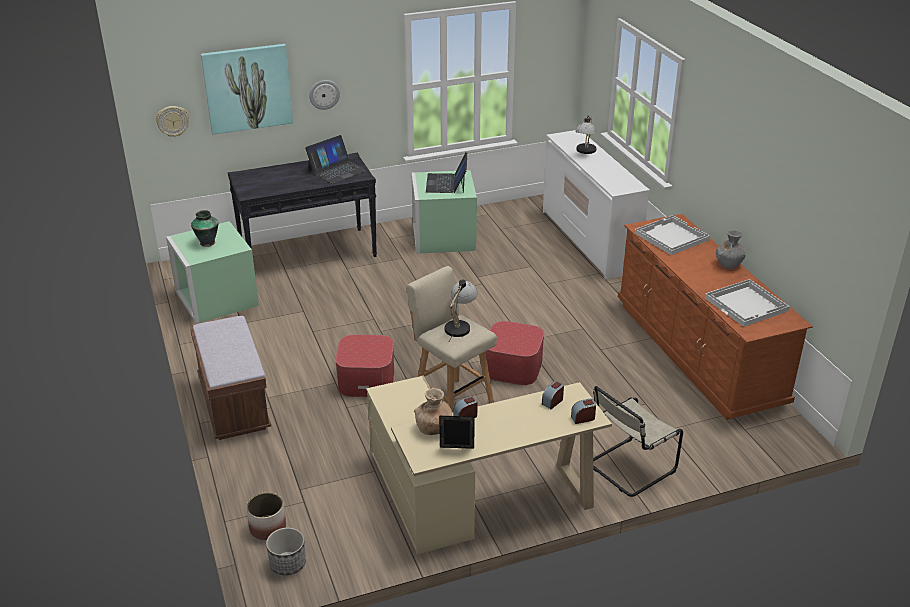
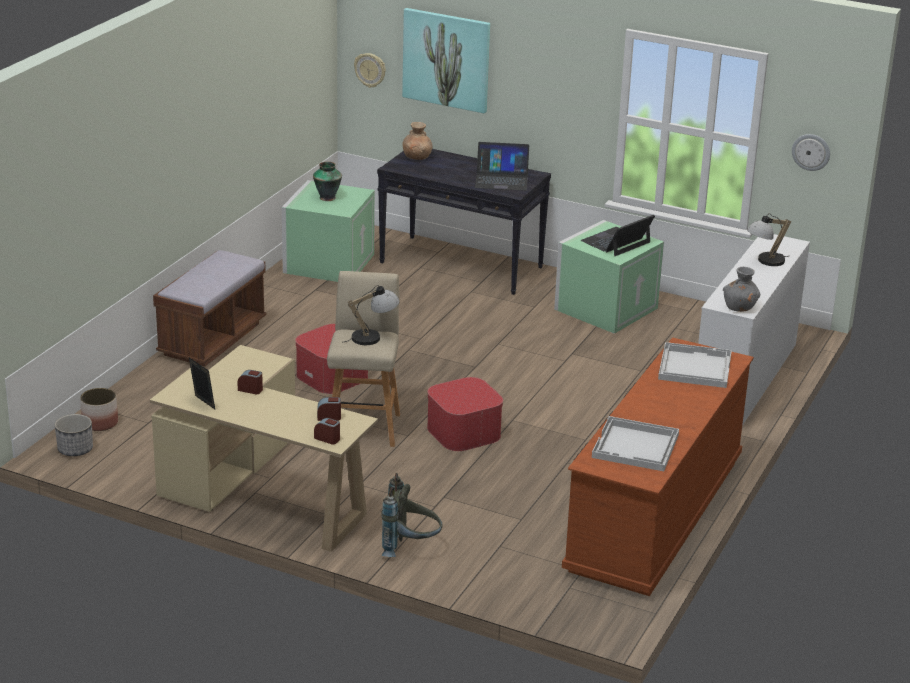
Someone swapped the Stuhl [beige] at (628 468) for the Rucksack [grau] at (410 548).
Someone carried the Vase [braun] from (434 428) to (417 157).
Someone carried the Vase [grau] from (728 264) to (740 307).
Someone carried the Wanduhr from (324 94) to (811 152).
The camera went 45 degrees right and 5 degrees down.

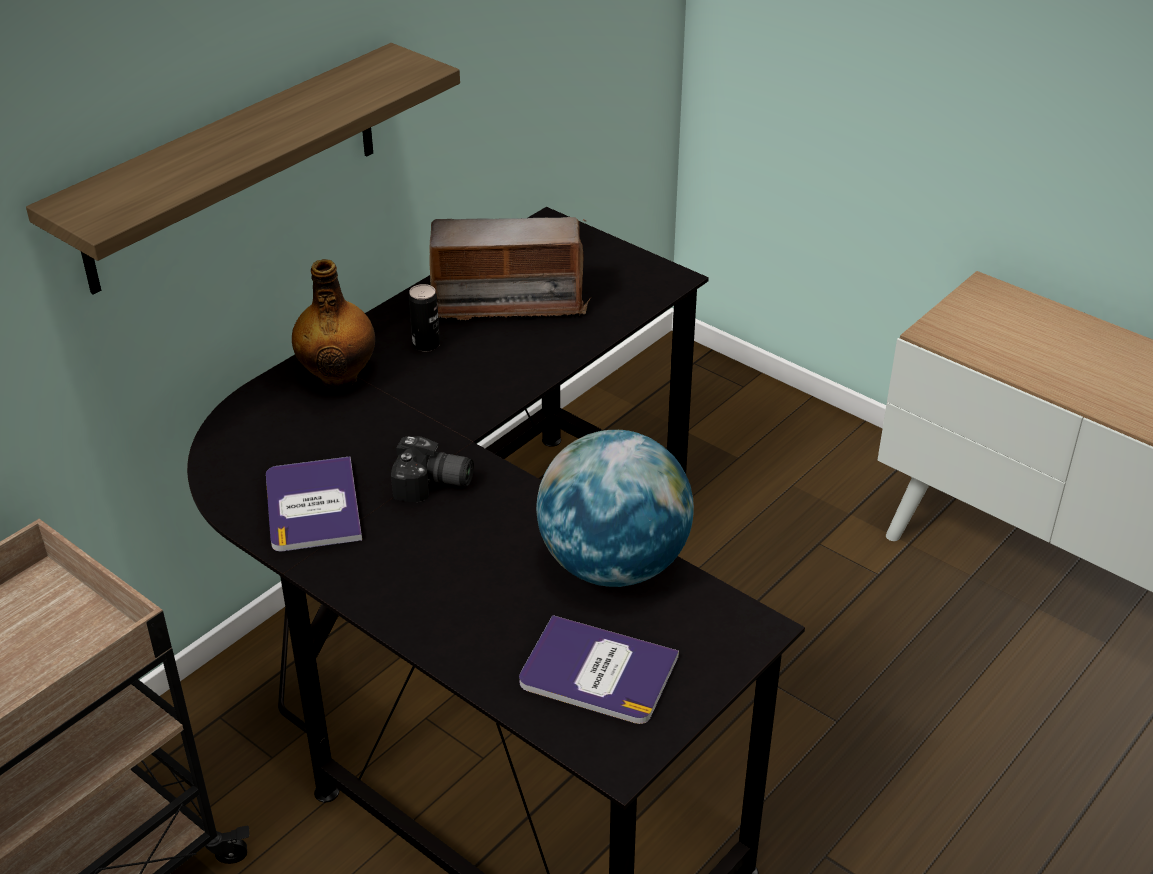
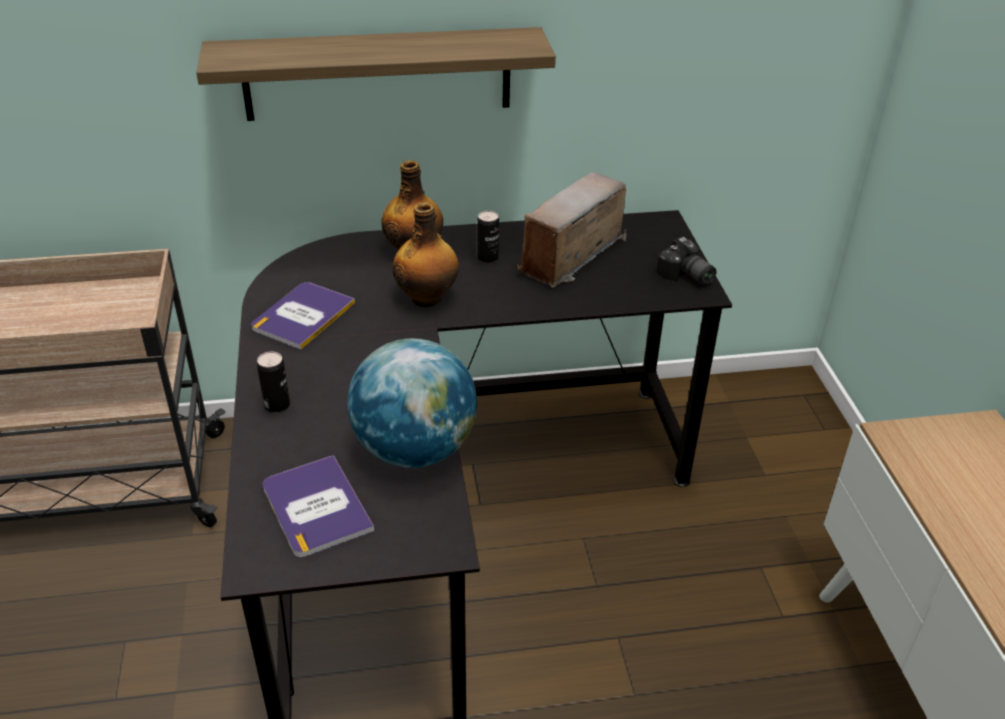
Someone put down the Dose at (277 405).
Someone put down the Flasche at (427 298).
Someone rotated the Radio at (508 302) by 90 degrees clockwise.
Someone carried the Kamera from (433 485) to (685 276).
The camera went 40 degrees right and 0 degrees up.

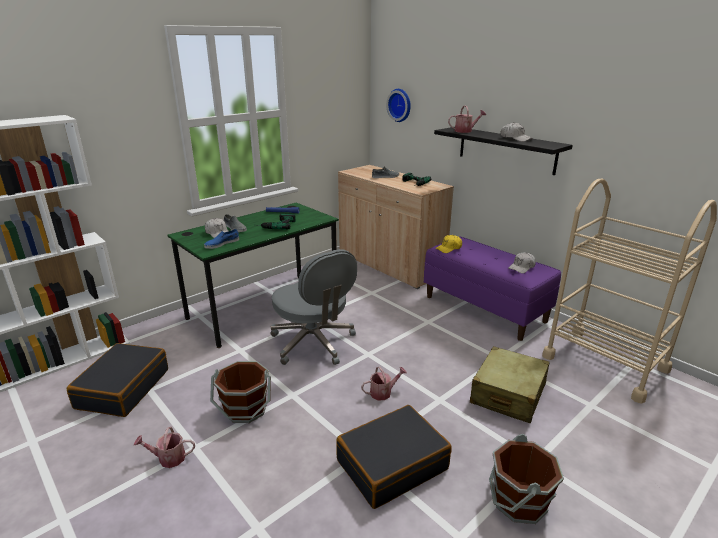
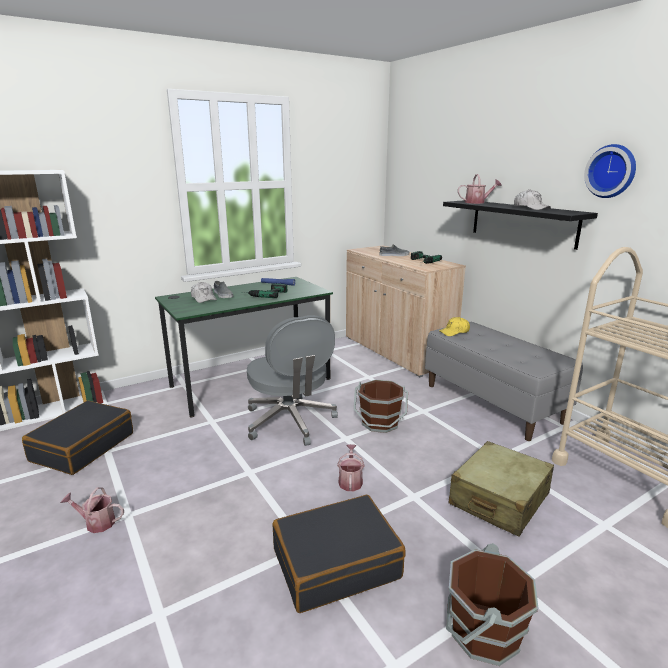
Someone rotated the Gießkanne at (383 392) by 75 degrees counterclockwise.
Someone carried the Eimer [braun] from (245 409) to (380 423).
Someone repainted the Bank [lila] at (485 309), which became the Bank [grau] at (493 403).
Someone carried the Wanduhr from (400 105) to (611 171).
Someone took away the Schuh [blau] at (221 244).
Someone took away the Kappe [weiß] at (522 267).
The camera went 10 degrees right and 5 degrees down.

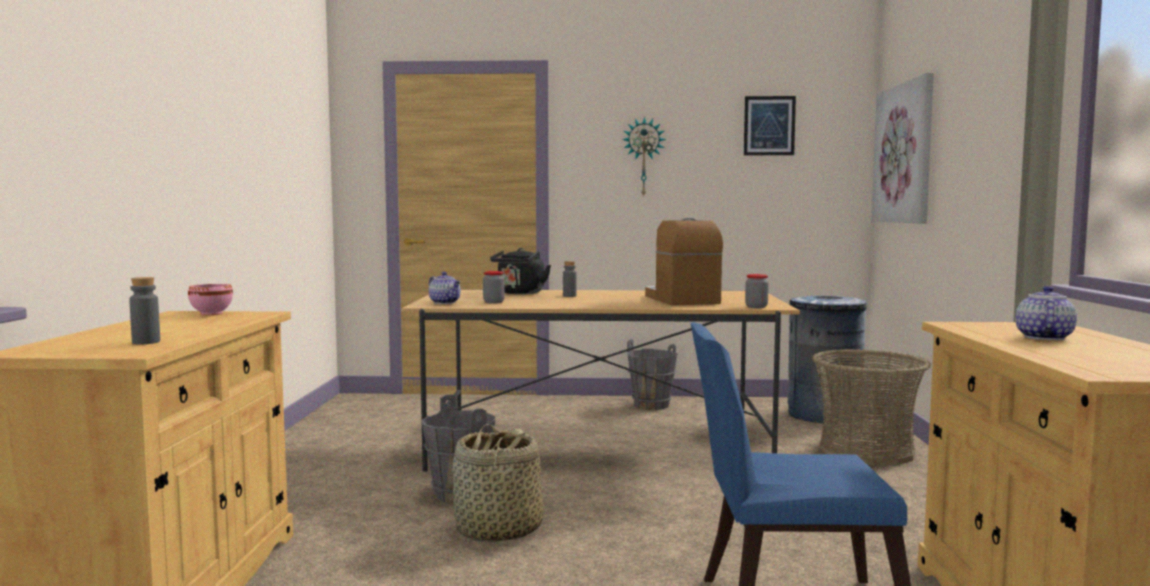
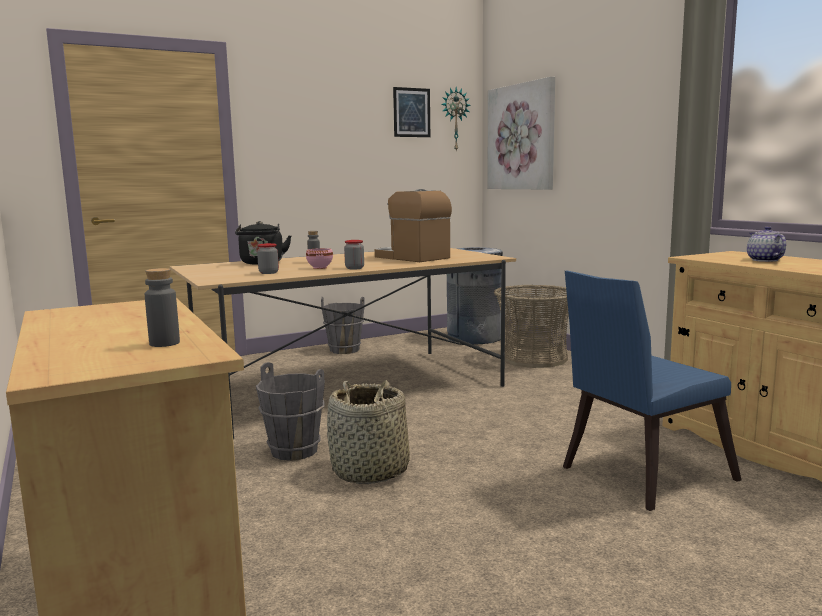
Someone carried the Schüssel [rosa] from (213 314) to (320 268).
Someone carried the Vorratsglas from (756 307) to (354 268).
Someone carried the Wanduhr from (643 157) to (454 119).
Someone took away the Teekanne at (445 302).
The camera went 30 degrees left and 5 degrees up.

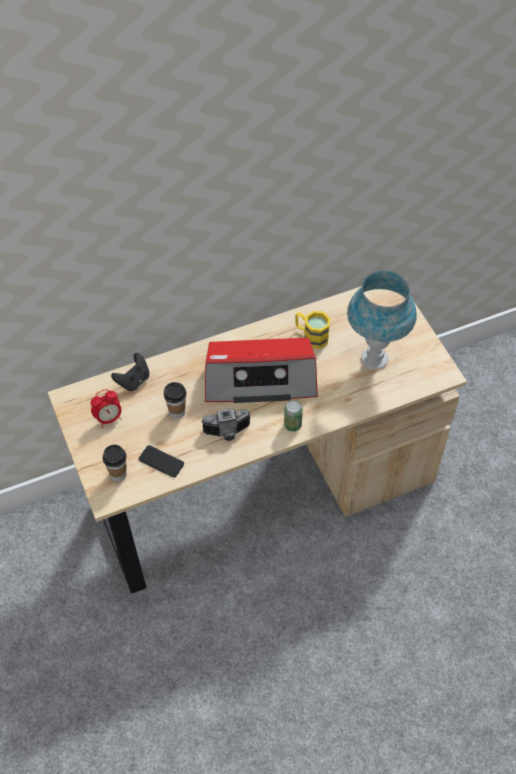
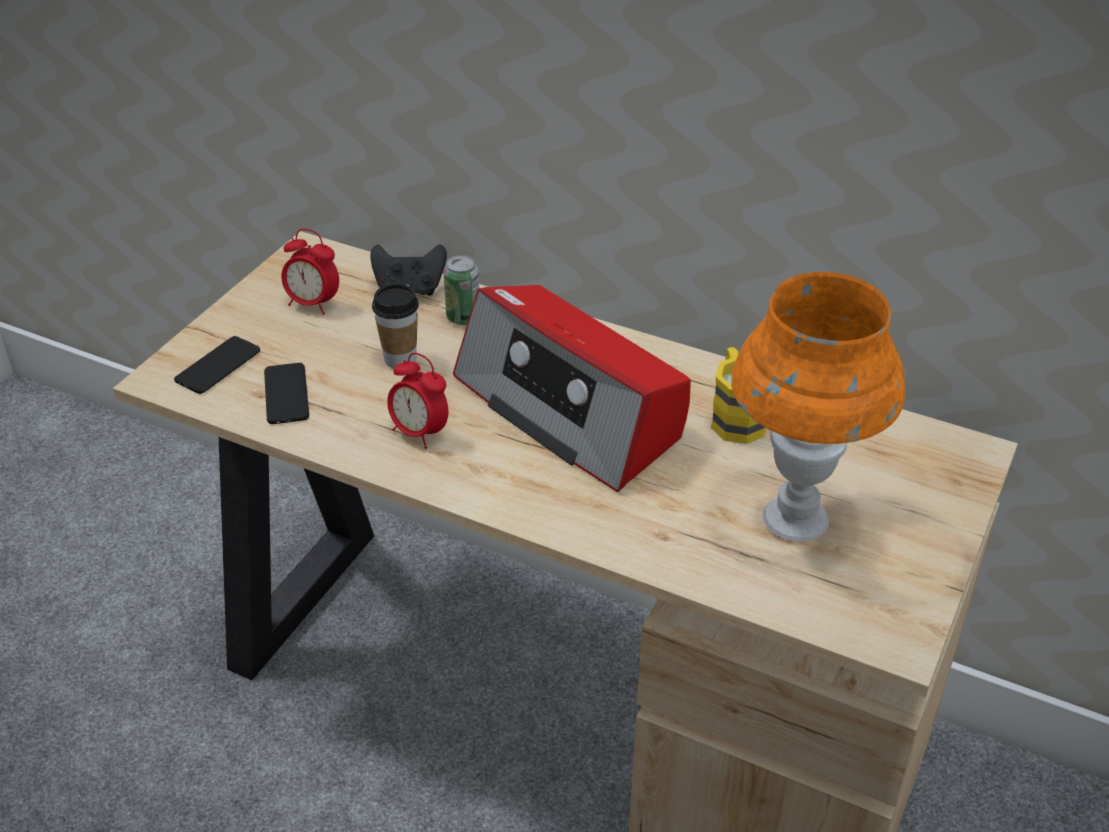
Someone swapped the Tasse at (118 474) for the Handy at (218 366).
Someone swapped the Kamera at (227 433) for the Wecker at (419 433).
Someone carried the Dose from (292 425) to (463 317).
Someone repainted the Tischlampe [blau] at (374 359), which became the Tischlampe [orange] at (795 520).
The camera went 50 degrees right and 15 degrees down.

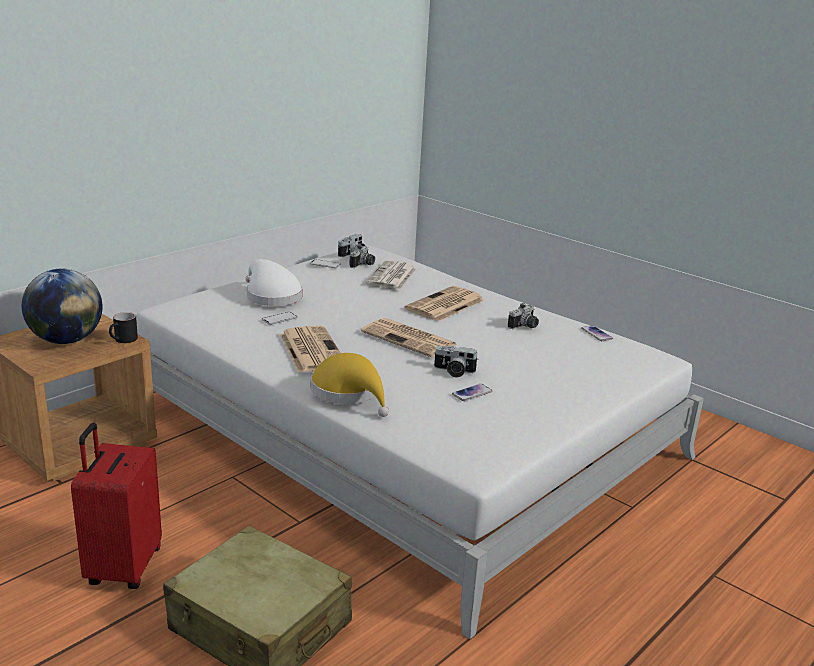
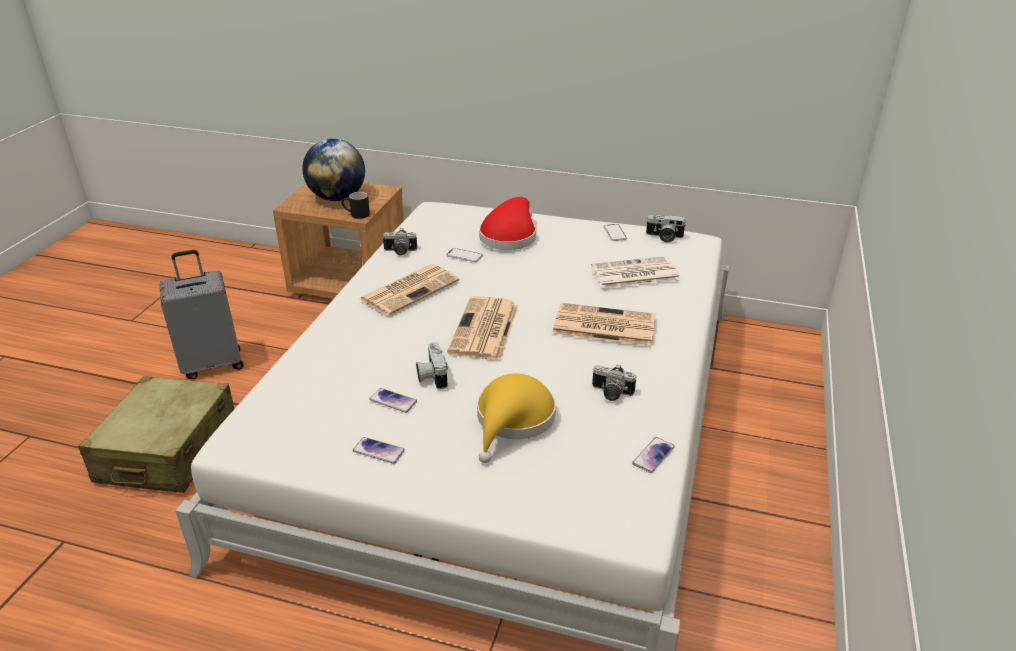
Someone repainted the Koffer [rot] at (122 567), which became the Koffer [grau] at (212 364).
Someone put down the Handy at (378 451).
Someone carried the Kamera from (363 265) to (399 252).
Someone carried the Hut [gelb] from (349 393) to (513 420).
Someone repainted the Hut [weiß] at (271 296), which became the Hut [rot] at (509 236).
The camera went 65 degrees right and 10 degrees up.

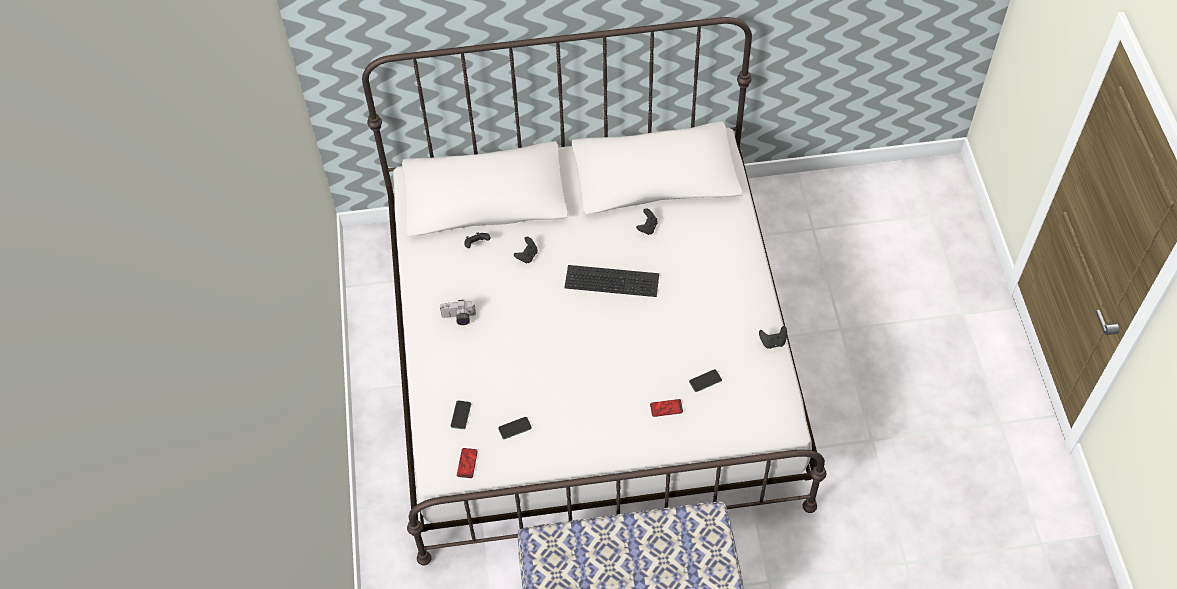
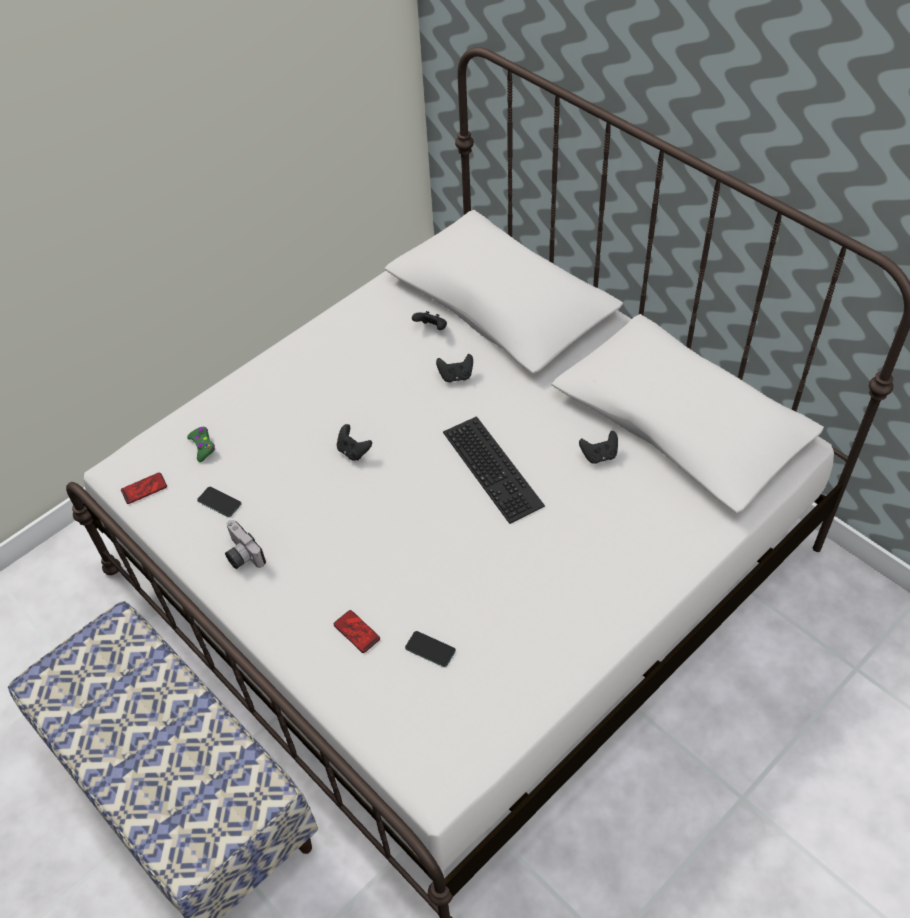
Someone swapped the Handy at (461 415) for the Gamepad [grün] at (202 446).
Someone carried the Kamera from (459 318) to (241 555).
Someone carried the Gamepad [schwarz] from (772 342) to (353 451).
The camera went 55 degrees right and 5 degrees down.

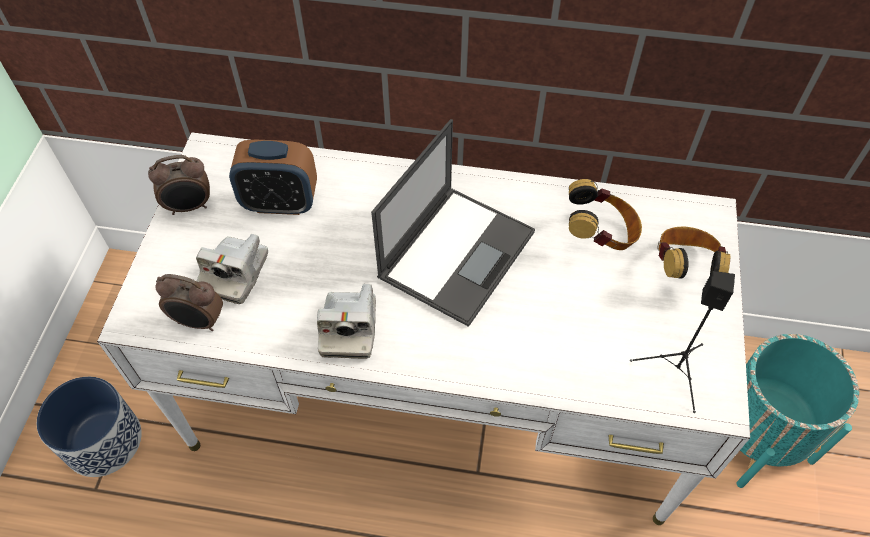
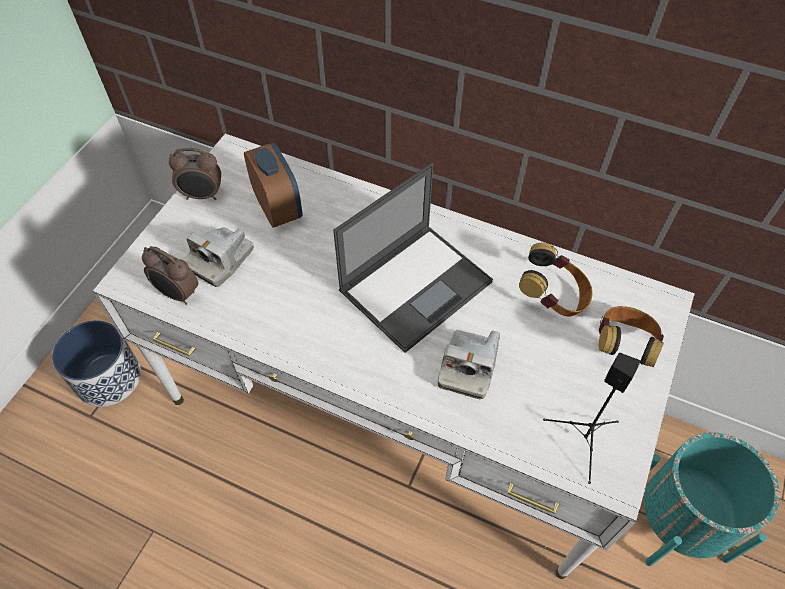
Someone rotated the Wecker at (280 203) by 135 degrees counterclockwise.
Someone carried the Kamera from (349 328) to (468 367).
The camera went 15 degrees right and 0 degrees up.

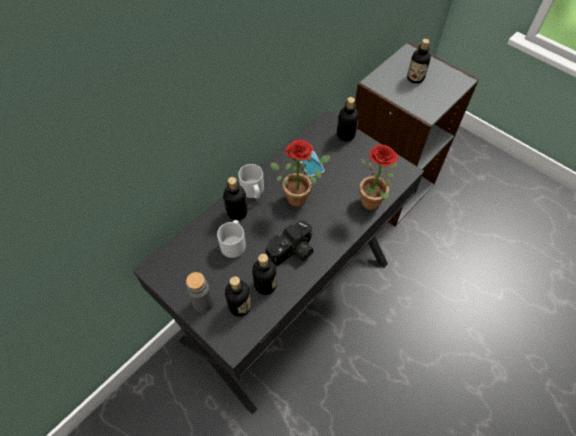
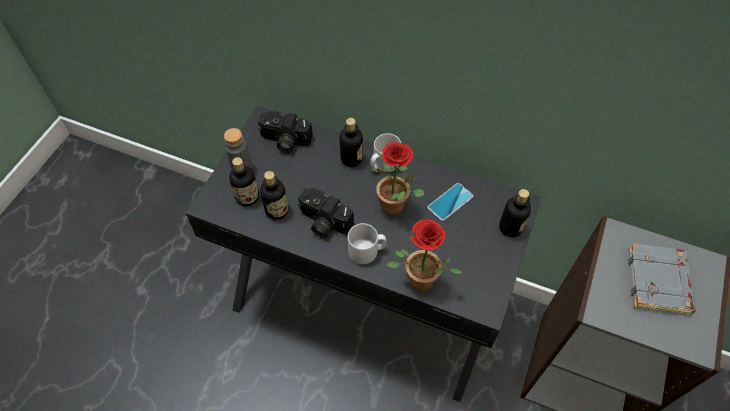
Someone put down the Kamera at (284 141).
Someone carried the Henkelbecher [grau] from (234 244) to (367 251).
Someone swapped the Flasche at (415 78) for the Buch [grau] at (659 282).
The camera went 70 degrees right and 0 degrees up.

